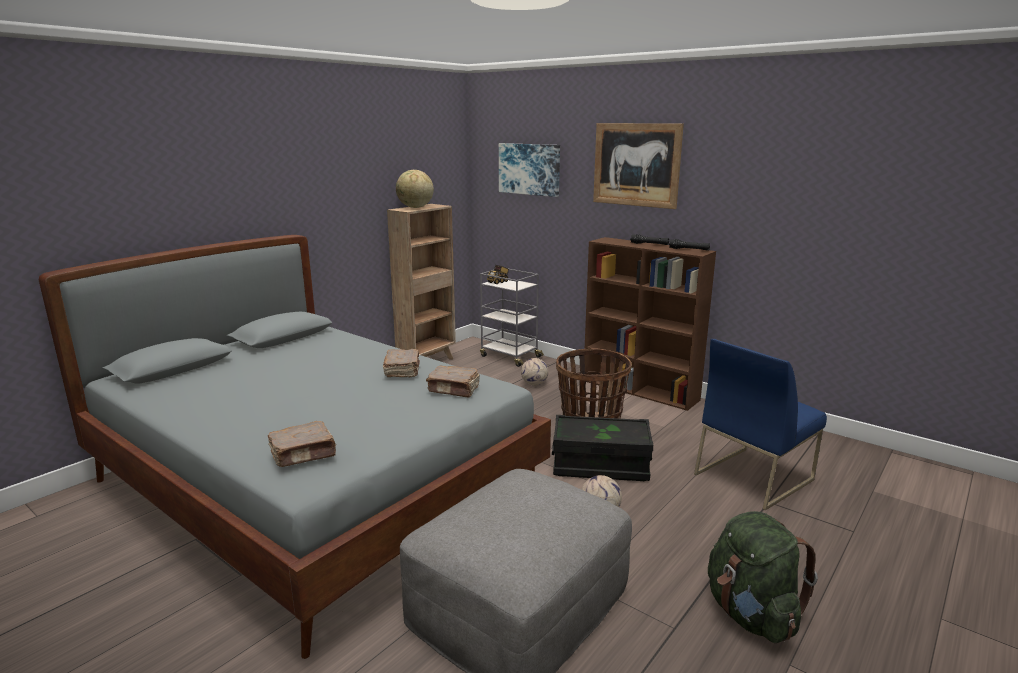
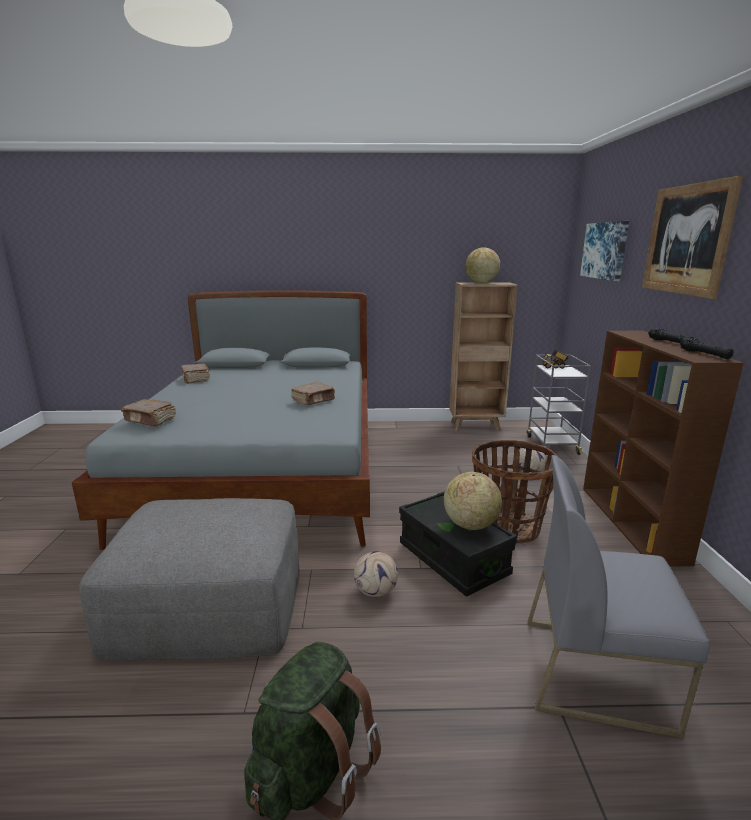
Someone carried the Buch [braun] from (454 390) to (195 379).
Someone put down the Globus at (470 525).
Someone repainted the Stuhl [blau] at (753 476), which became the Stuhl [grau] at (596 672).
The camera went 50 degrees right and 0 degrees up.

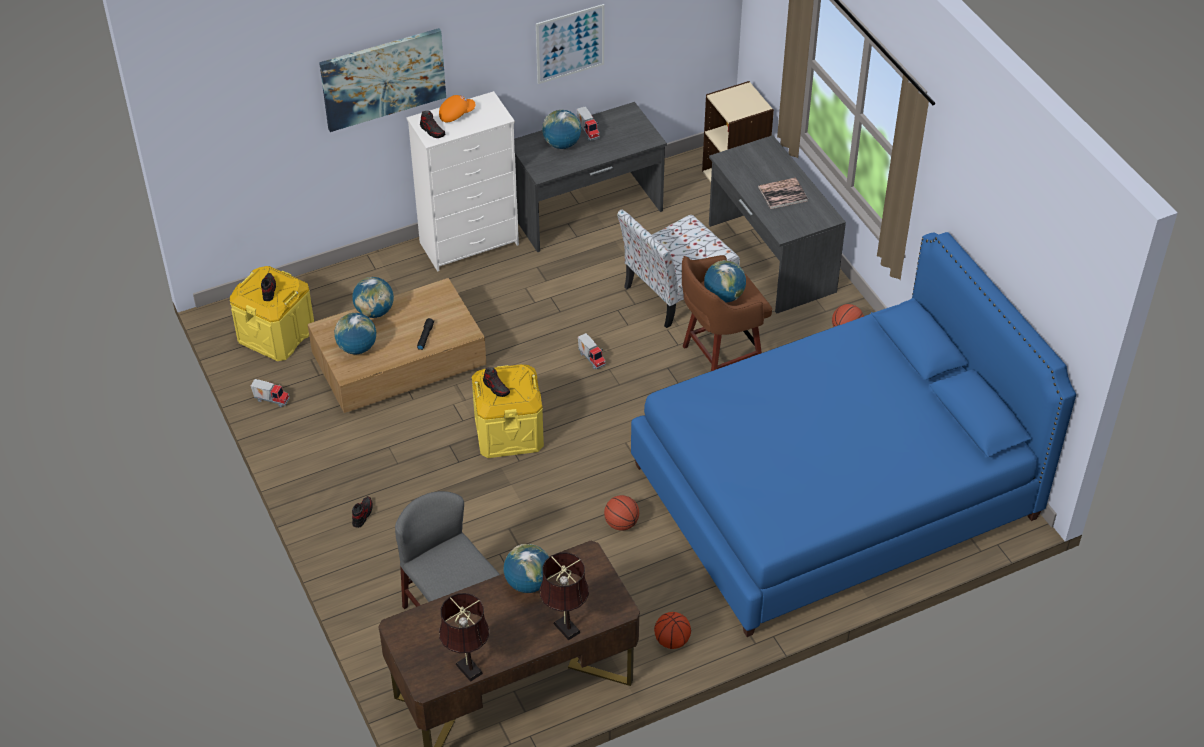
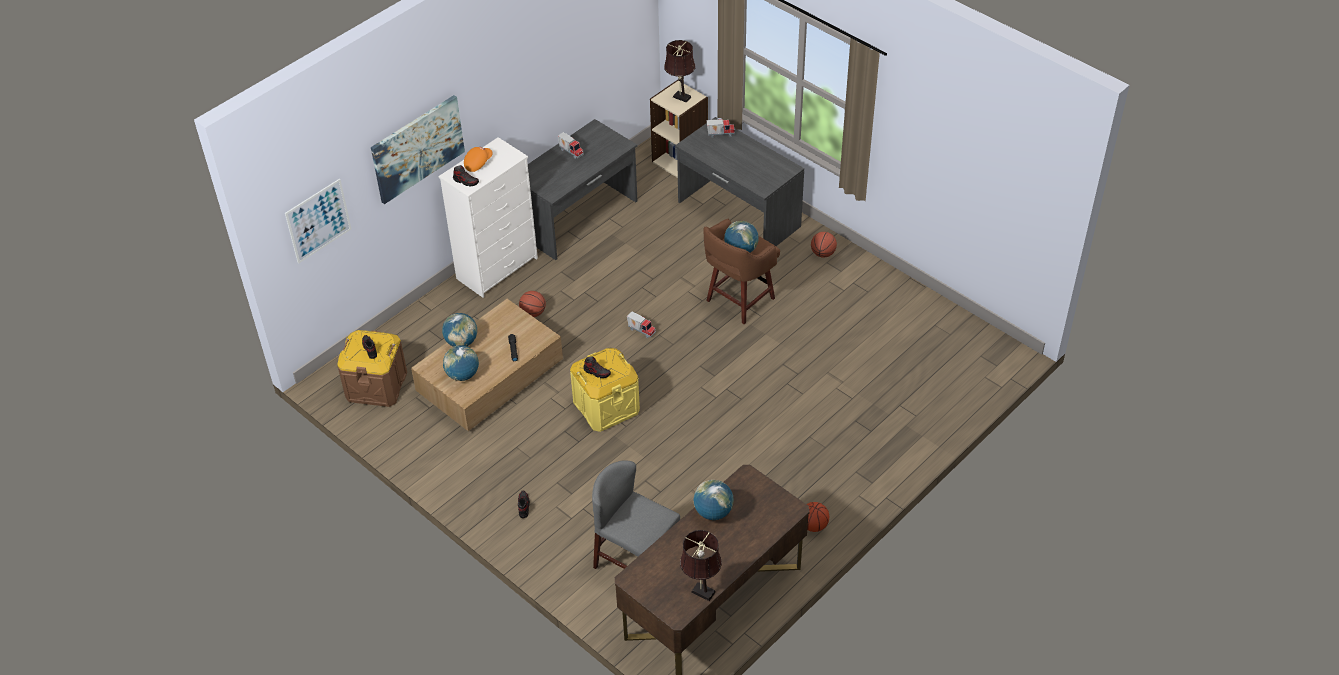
Someone carried the Bild from (570 43) to (318 220).
Someone repainted the Aufbewahrungsbox [gelb] at (276 334), which became the Aufbewahrungsbox [braun] at (376 385).
Someone carried the Basketball from (621 523) to (533 313).
Someone carried the Tischlampe [braun] from (565 626) to (680 96).
Someone carried the Spielzeuglaster from (271 399) to (720 133).
Someone took away the Globus at (562 144).
Someone took away the Stuhl at (676 291).
Someone took away the Bett [blau] at (834 491).
Someone took away the Buch at (782 194).
The camera went 20 degrees left and 0 degrees up.

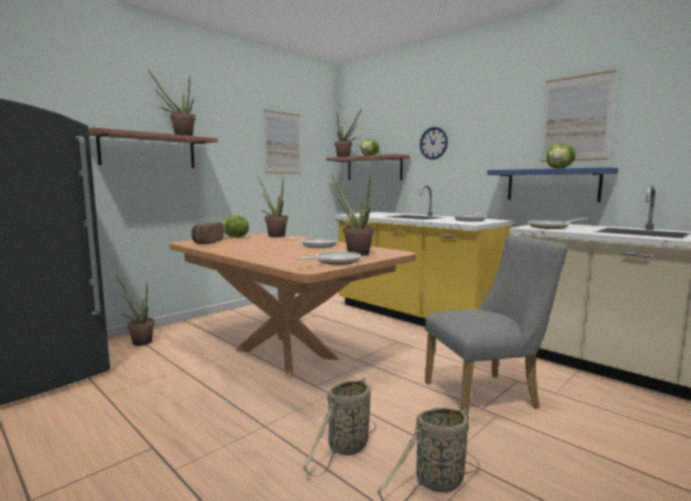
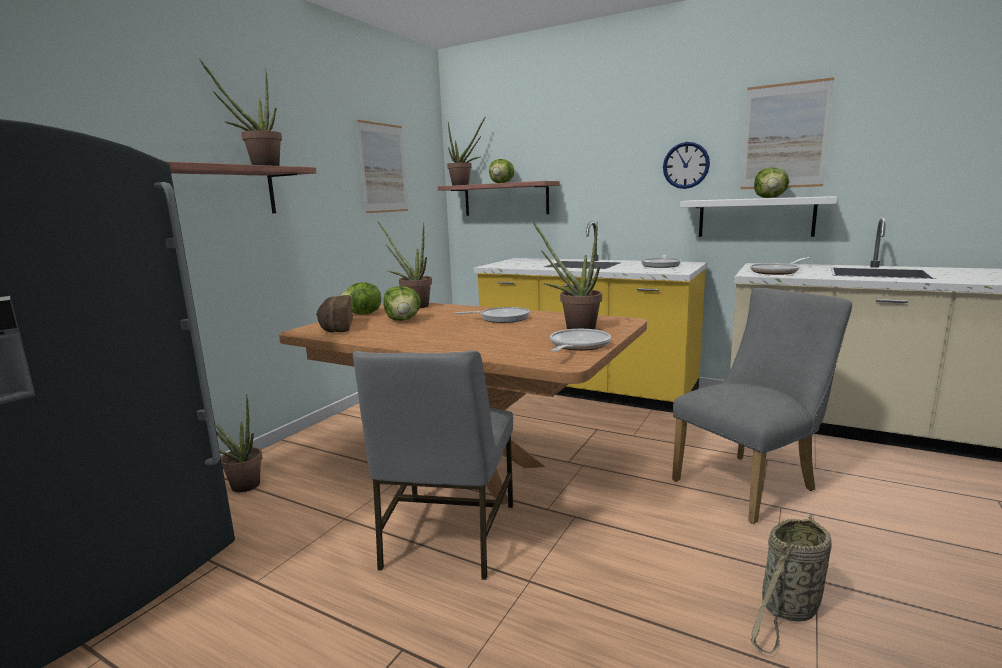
Someone put down the Stuhl [grau] at (447 536).
Someone put down the Salatkopf at (403 320).
Someone carried the Wanduhr from (433 143) to (686 165).
Someone repainted the Wandregal [blau] at (552 185), which became the Wandregal [weiß] at (755 217).
Someone took away the Korb at (346 448).
The camera went 15 degrees left and 5 degrees up.

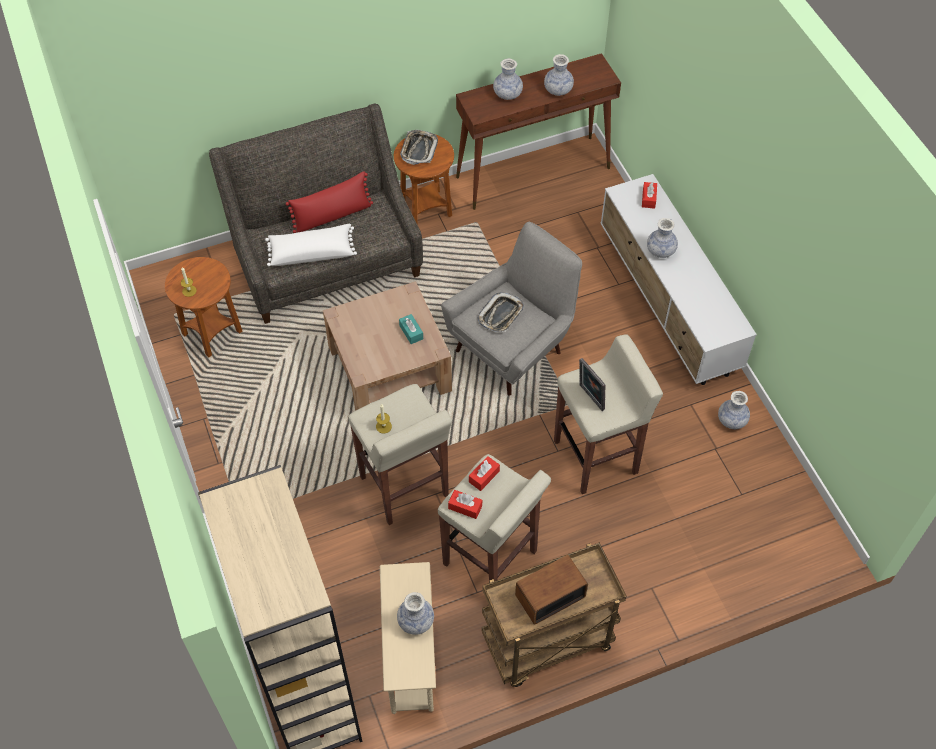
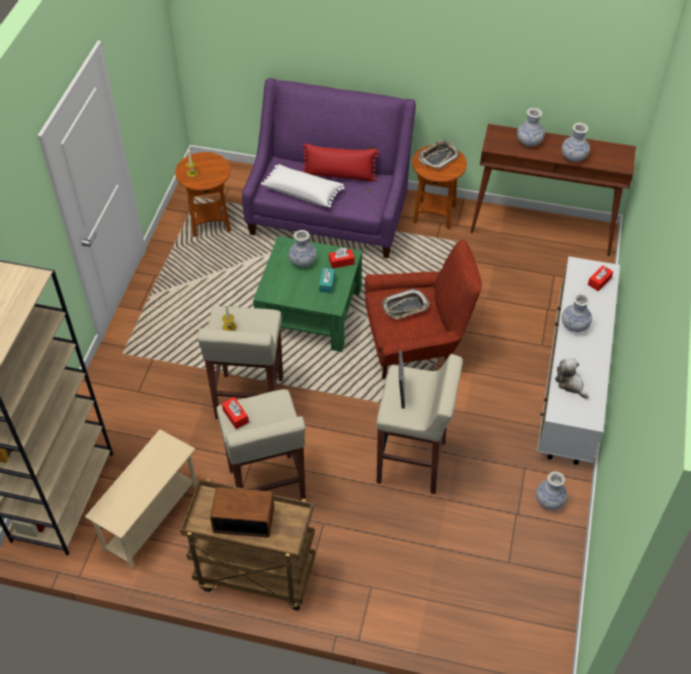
Someone repainted the Sofa [grau] at (326 261), which became the Sofa [lila] at (329 215).
Someone repainted the Couchtisch [braun] at (389 369), which became the Couchtisch [grün] at (310 311).
Someone carried the Vase from (416 621) to (302 261).
Someone carried the Taschentuchbox [rot] from (484 476) to (341 262).
Someone repainted the Sessel [grau] at (513 347), which became the Sessel [rot] at (415 346).
Someone put down the Plüschtier at (570 384).
The camera went 35 degrees right and 5 degrees down.

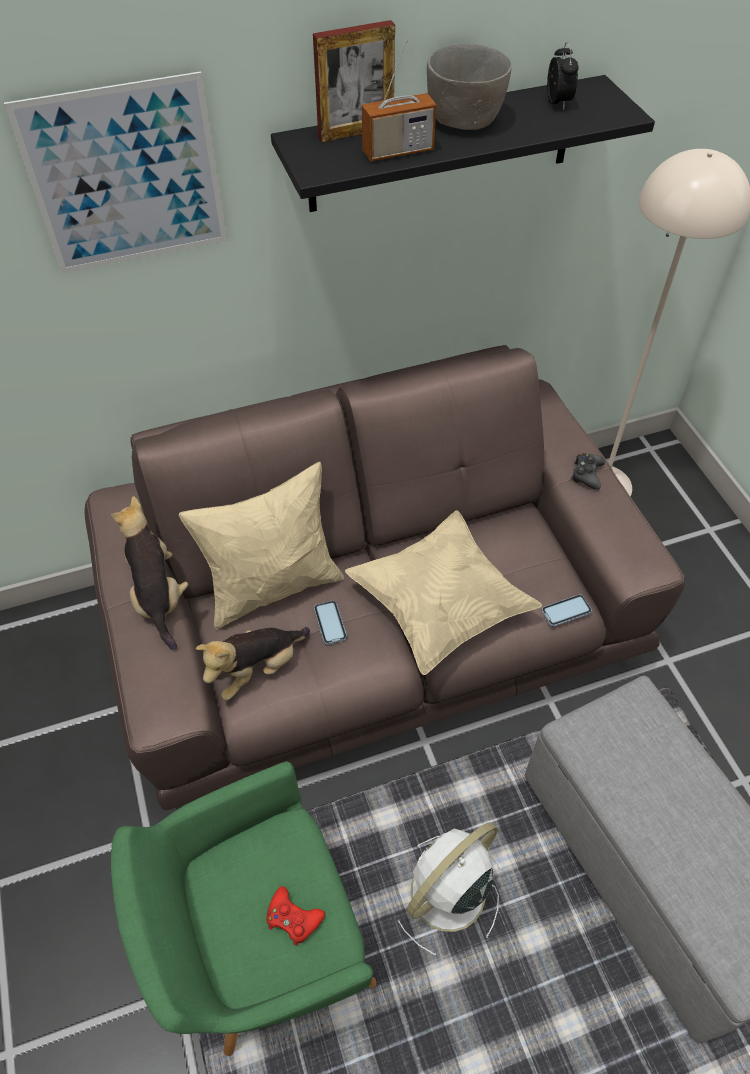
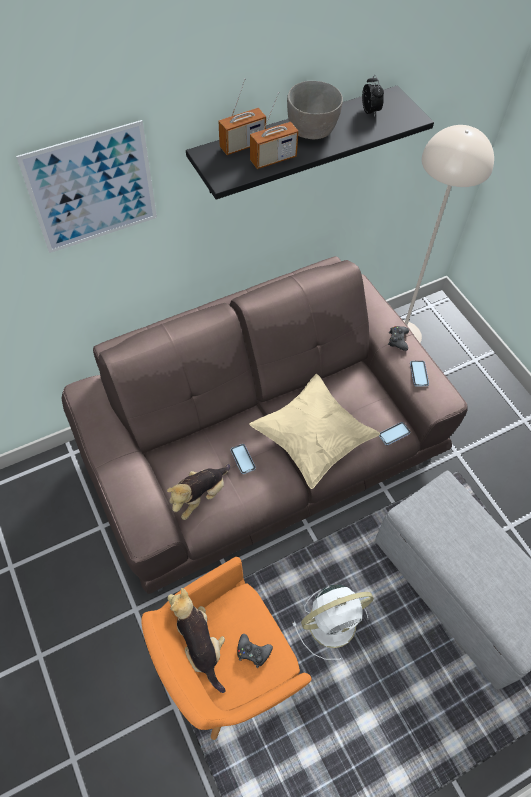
Someone repainted the Sessel [grün] at (268 953), which became the Sessel [orange] at (228 674).
Someone carried the Plüschtier from (158 595) to (200 645).
Someone swapped the Bilderrahmen at (356 132) for the Radio at (242 145).
Someone repainted the Gamepad [rot] at (293 918), which became the Gamepad [schwarz] at (253 652).
Someone rotated the Ventilator [weiß] at (445 895) by 150 degrees counterclockwise.
Someone put down the Handy at (419 374).
Someone took away the Kissen [beige] at (273 586).
The camera went 10 degrees left and 5 degrees up.

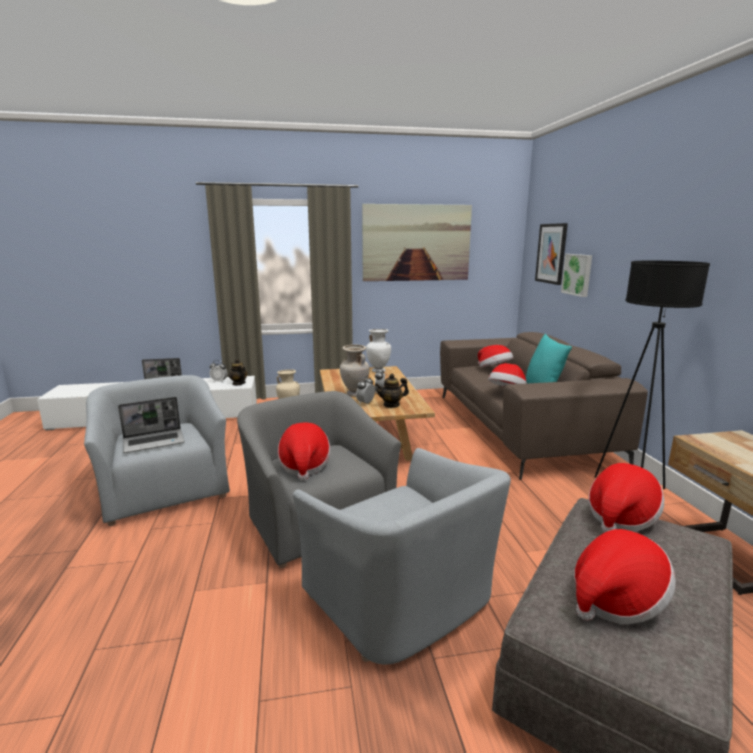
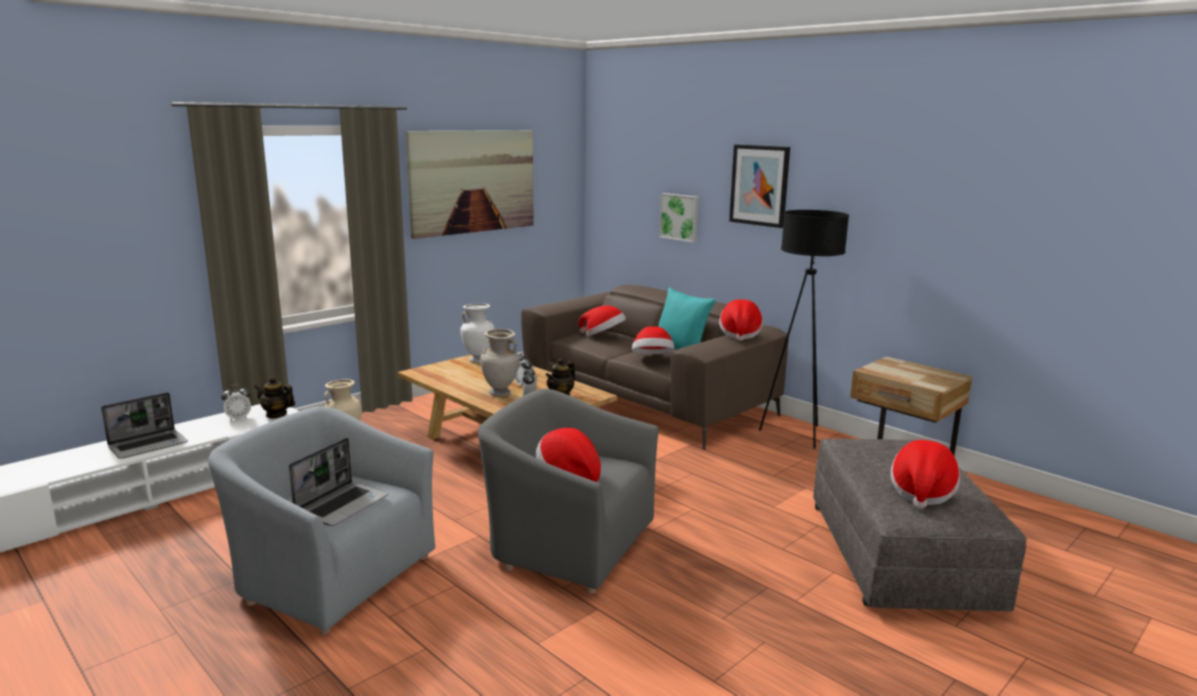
Someone carried the Hut from (621 517) to (740 334).
Someone carried the Bild from (551 253) to (759 185).
Someone took away the Sessel [grau] at (402 599).
The camera went 35 degrees left and 0 degrees up.

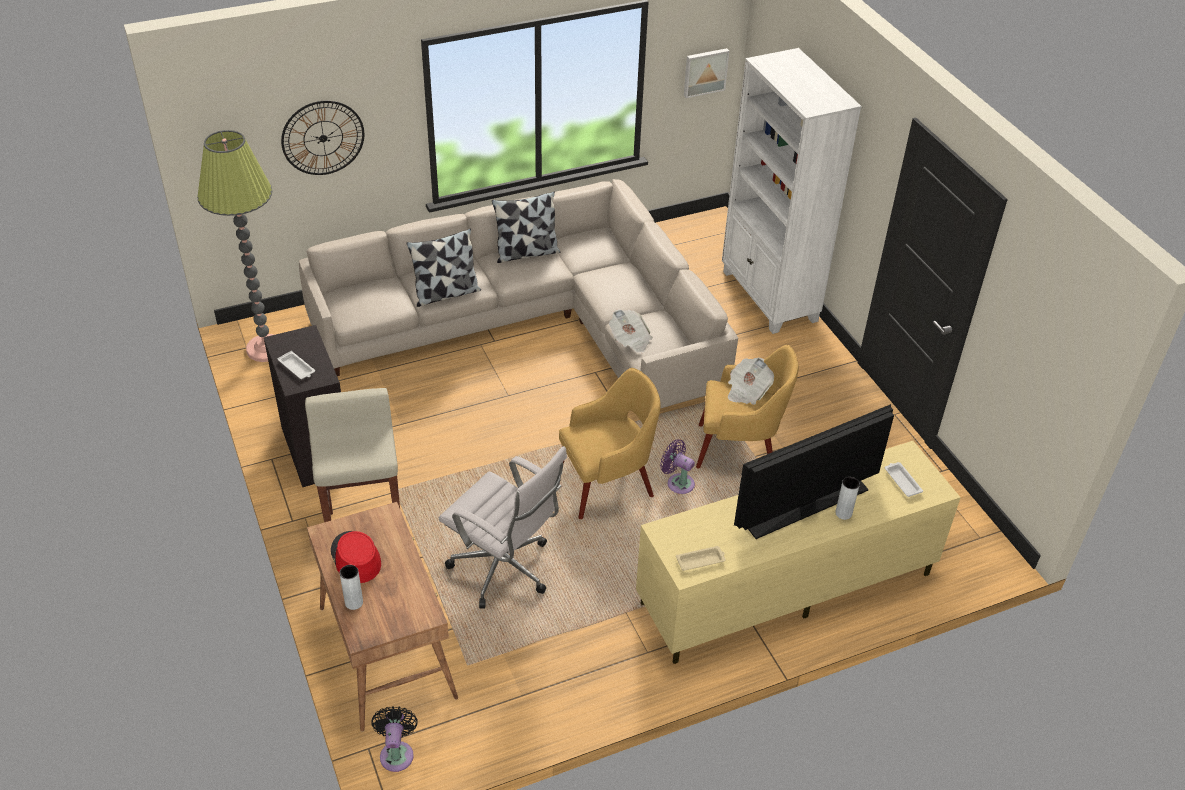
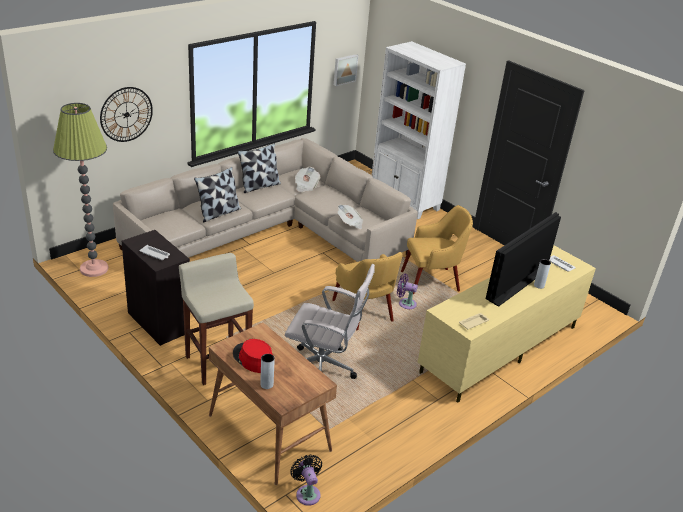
Someone carried the Zeitung from (747 391) to (305 186).
Someone rotated the Sessel [gelb] at (607 485) by 105 degrees clockwise.
The camera went 20 degrees left and 10 degrees down.

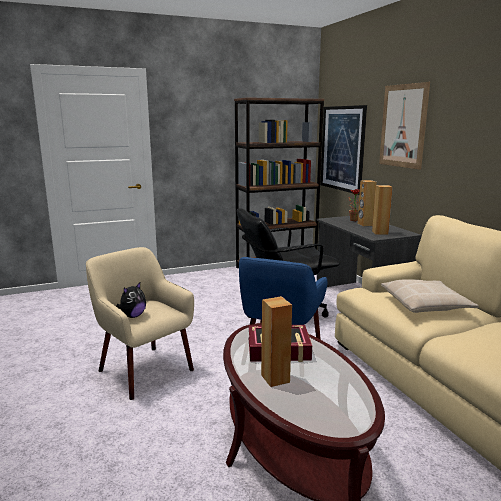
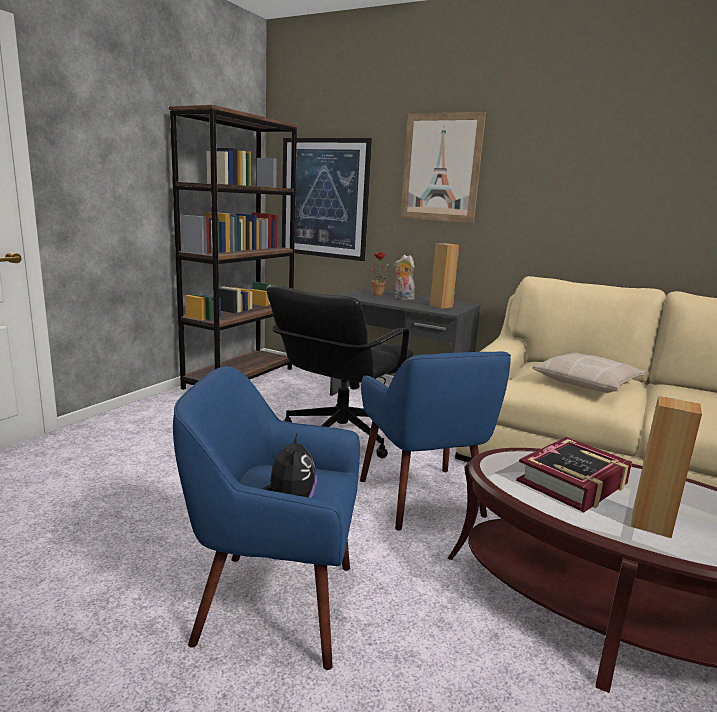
Someone repainted the Sessel [beige] at (144 370), which became the Sessel [blau] at (274 603).
Someone swapped the Lautsprecher [braun] at (365 224) for the Plüschtier at (402 298).
The camera went 40 degrees left and 0 degrees up.

